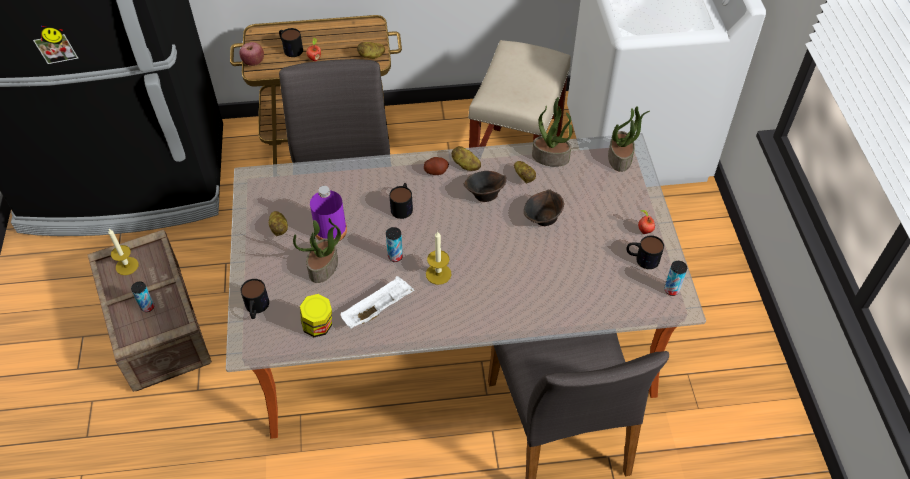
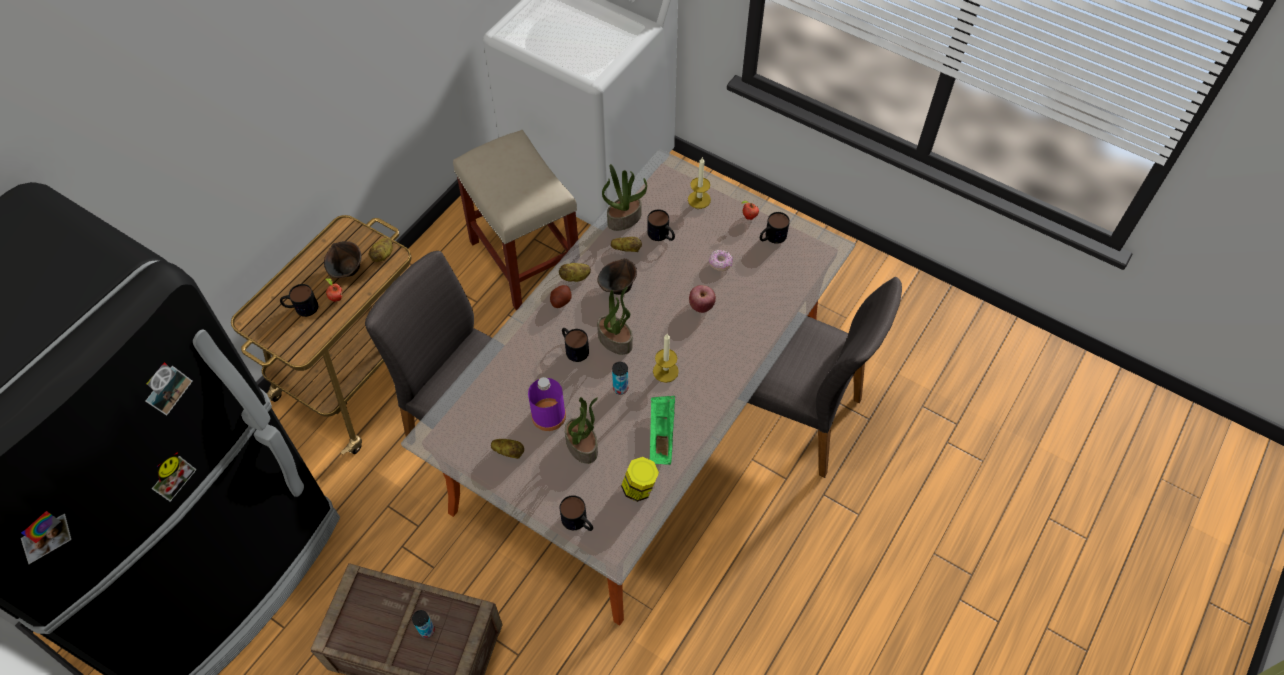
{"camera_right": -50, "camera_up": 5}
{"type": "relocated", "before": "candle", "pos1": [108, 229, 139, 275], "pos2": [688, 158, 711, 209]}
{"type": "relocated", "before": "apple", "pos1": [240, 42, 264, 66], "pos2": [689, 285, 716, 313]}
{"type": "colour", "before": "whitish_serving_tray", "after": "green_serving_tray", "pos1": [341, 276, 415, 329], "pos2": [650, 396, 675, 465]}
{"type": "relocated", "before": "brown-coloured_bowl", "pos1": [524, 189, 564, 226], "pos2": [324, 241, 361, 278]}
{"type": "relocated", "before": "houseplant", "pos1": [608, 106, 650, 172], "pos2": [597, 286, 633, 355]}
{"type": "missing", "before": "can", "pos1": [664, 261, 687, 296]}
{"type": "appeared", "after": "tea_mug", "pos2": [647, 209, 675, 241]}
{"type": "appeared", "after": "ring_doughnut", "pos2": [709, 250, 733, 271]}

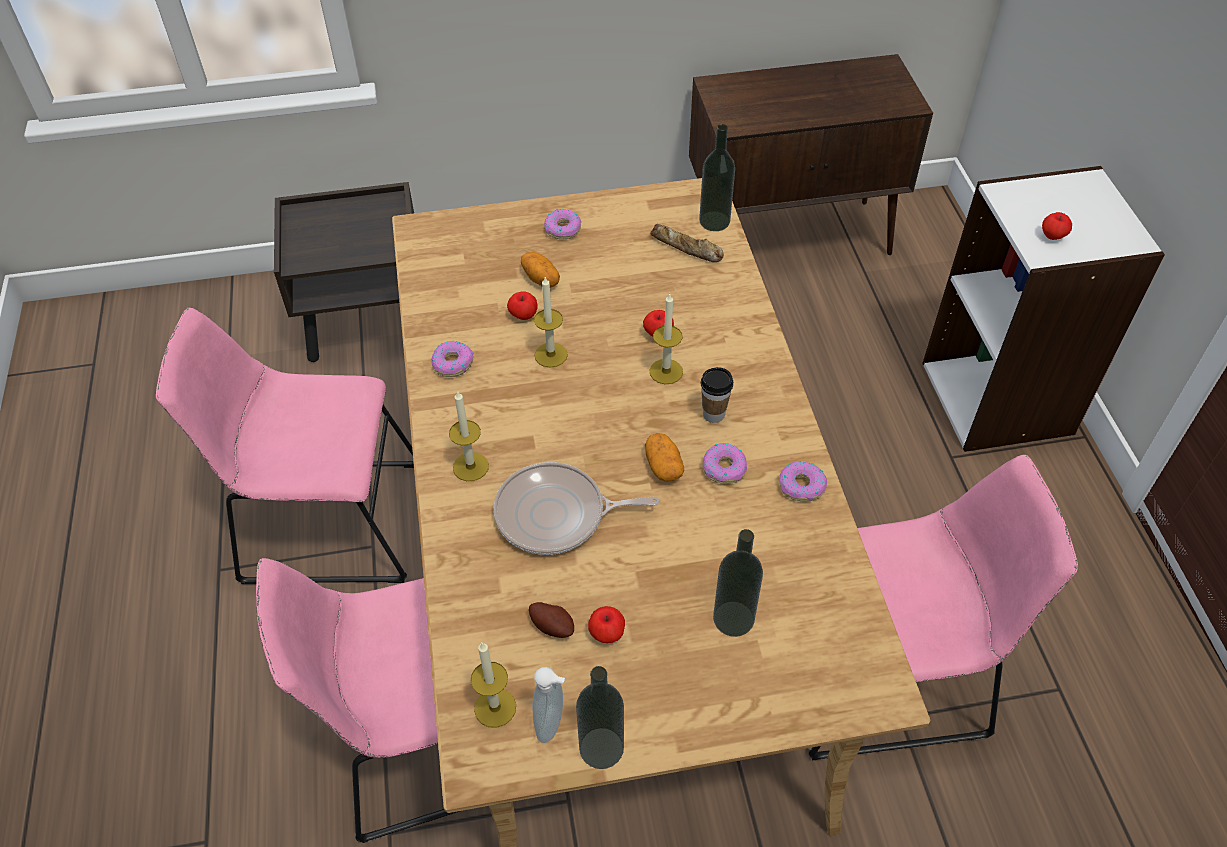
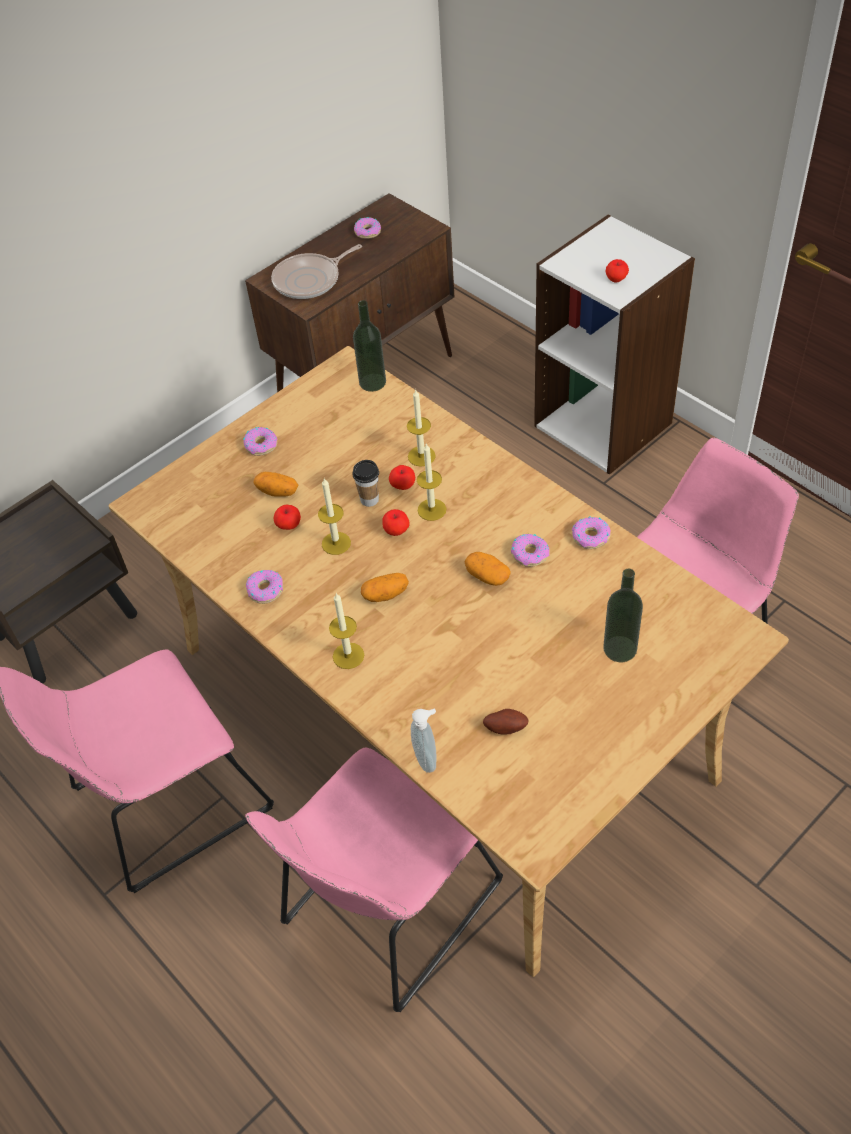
{"camera_right": -30, "camera_up": 0}
{"type": "relocated", "before": "candle", "pos1": [471, 643, 516, 728], "pos2": [407, 389, 436, 467]}
{"type": "relocated", "before": "skillet", "pos1": [494, 462, 659, 555], "pos2": [271, 244, 362, 299]}
{"type": "relocated", "before": "soap_dispenser", "pos1": [532, 667, 565, 743], "pos2": [411, 709, 437, 773]}
{"type": "missing", "before": "bottle", "pos1": [576, 666, 624, 769]}
{"type": "relocated", "before": "apple", "pos1": [588, 606, 625, 643], "pos2": [382, 509, 409, 536]}
{"type": "missing", "before": "baked_bread", "pos1": [650, 224, 724, 262]}
{"type": "relocated", "before": "small_cup", "pos1": [701, 367, 733, 423], "pos2": [353, 460, 379, 507]}
{"type": "appeared", "after": "ring_doughnut", "pos2": [354, 217, 381, 239]}
{"type": "appeared", "after": "potato", "pos2": [361, 573, 409, 602]}

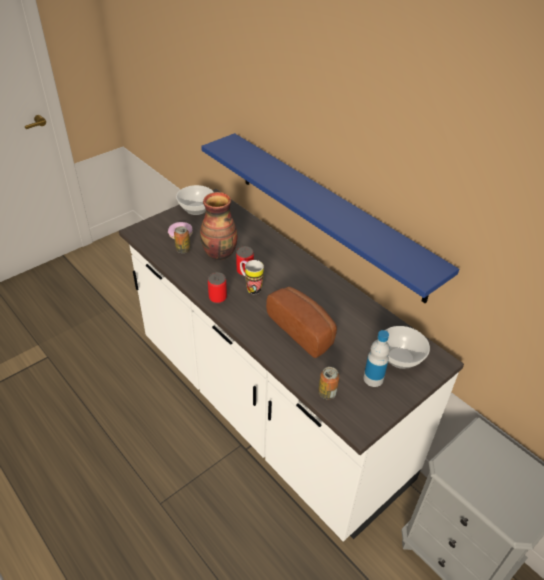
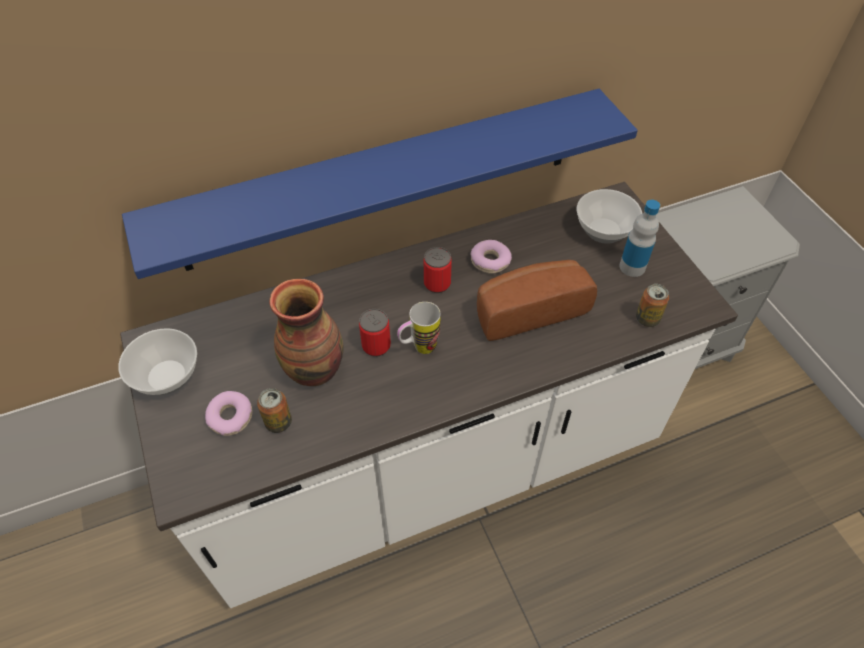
{"camera_right": -70, "camera_up": 10}
{"type": "relocated", "before": "can", "pos1": [208, 272, 227, 304], "pos2": [424, 247, 452, 293]}
{"type": "appeared", "after": "ring_doughnut", "pos2": [471, 240, 512, 274]}

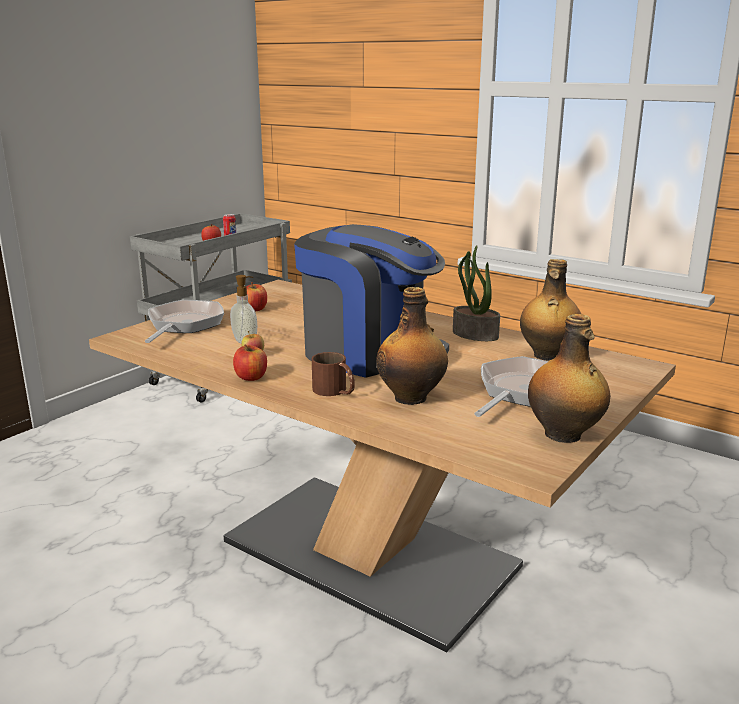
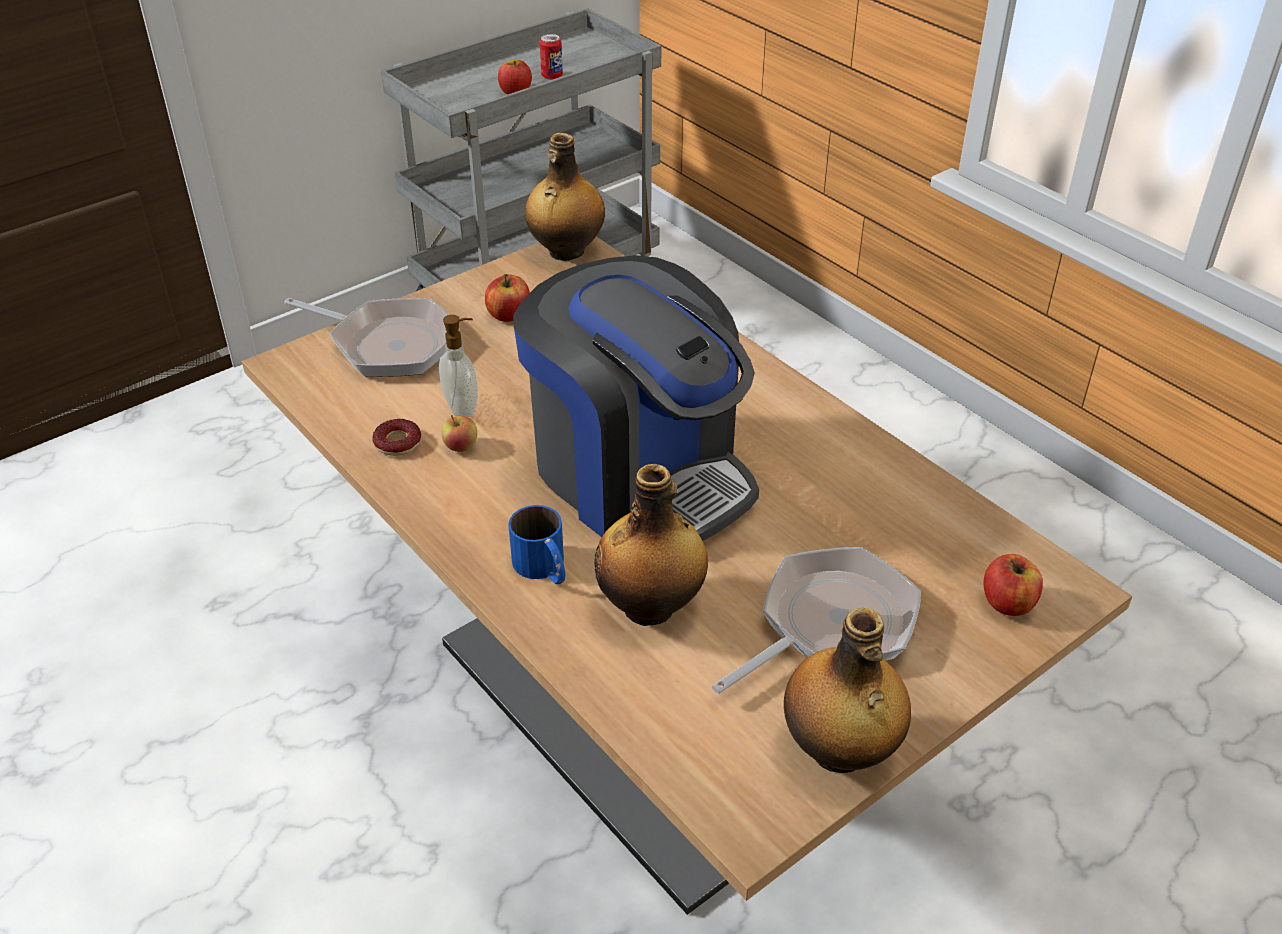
{"camera_right": 15, "camera_up": 20}
{"type": "spun", "before": "skillet", "pos1": [145, 300, 224, 343], "pos2": [285, 298, 448, 377], "turn": 90}
{"type": "relocated", "before": "apple", "pos1": [233, 344, 267, 381], "pos2": [984, 554, 1043, 616]}
{"type": "colour", "before": "brown-coloured_tea_mug", "after": "blue_tea_mug", "pos1": [312, 352, 355, 396], "pos2": [508, 505, 565, 584]}
{"type": "missing", "before": "houseplant", "pos1": [453, 245, 500, 341]}
{"type": "relocated", "before": "bottle", "pos1": [520, 259, 581, 361], "pos2": [525, 133, 605, 261]}
{"type": "appeared", "after": "ring_doughnut", "pos2": [372, 419, 421, 456]}

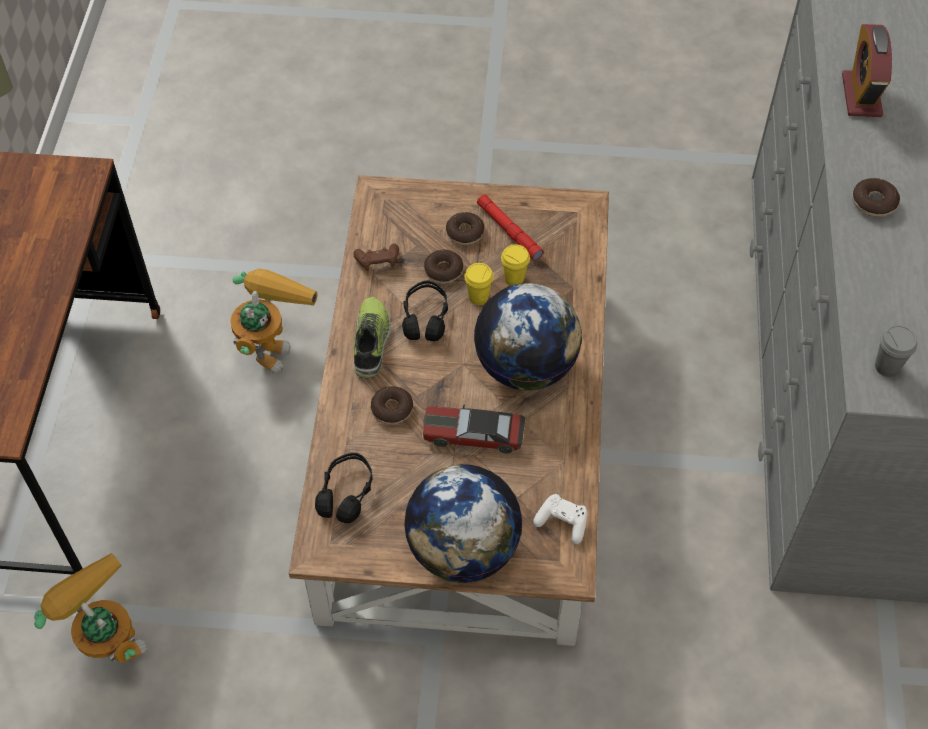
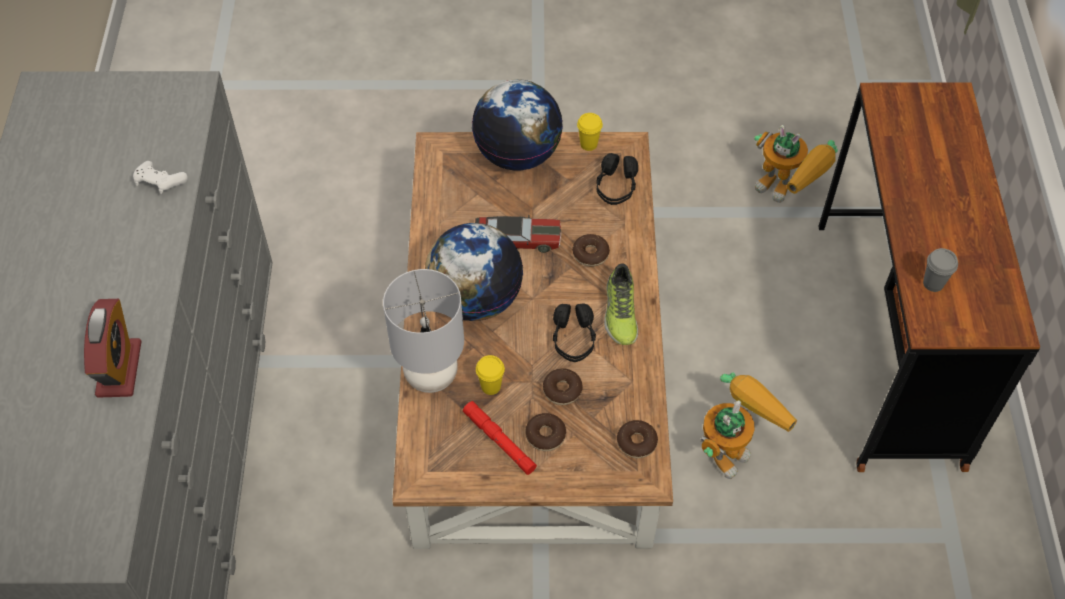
{"camera_right": 175, "camera_up": 0}
{"type": "spun", "before": "robot_figure", "pos1": [230, 269, 317, 374], "pos2": [700, 372, 797, 479], "turn": -150}
{"type": "missing", "before": "brown-coloured_gamepad", "pos1": [353, 243, 399, 271]}
{"type": "relocated", "before": "yellowish_small_cup", "pos1": [464, 263, 494, 305], "pos2": [577, 113, 603, 151]}
{"type": "relocated", "before": "whitish_gamepad", "pos1": [533, 494, 587, 544], "pos2": [133, 161, 188, 194]}
{"type": "relocated", "before": "ring_doughnut", "pos1": [852, 178, 900, 217], "pos2": [617, 420, 658, 458]}
{"type": "relocated", "before": "grey_small_cup", "pos1": [875, 325, 917, 377], "pos2": [923, 248, 958, 292]}
{"type": "appeared", "after": "grey_tabletop_lamp", "pos2": [383, 269, 464, 393]}

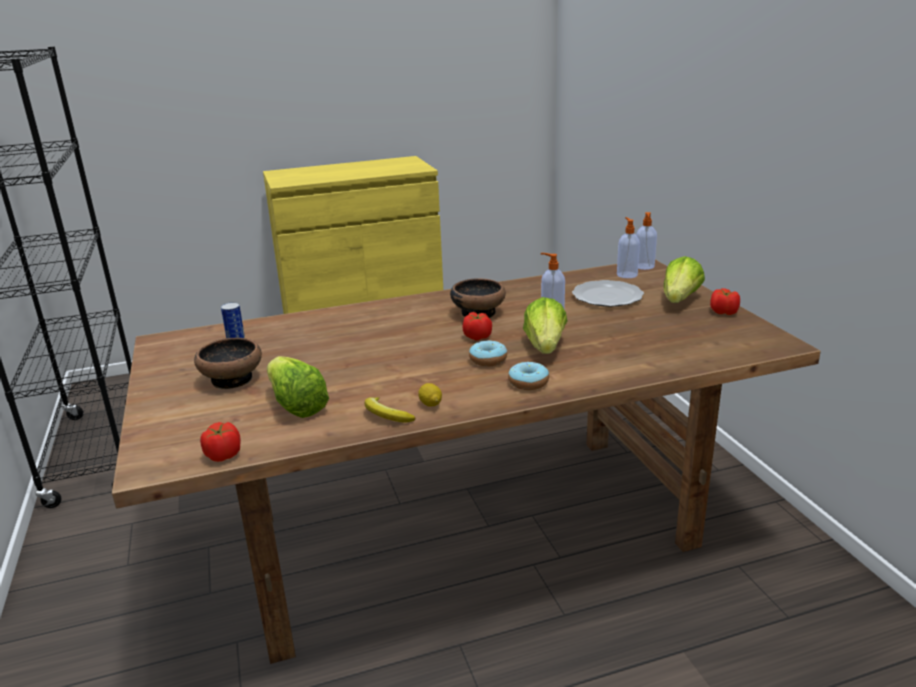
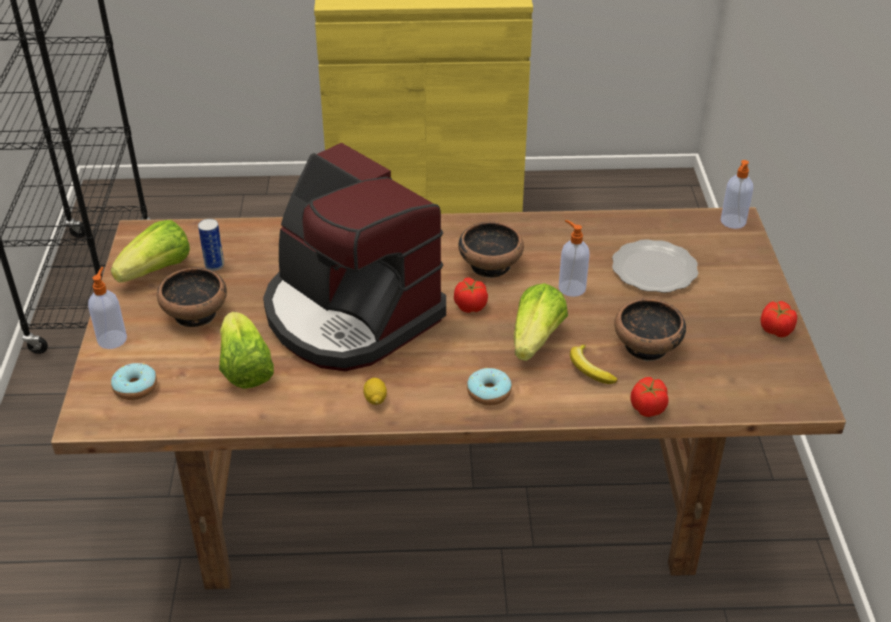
{"camera_right": 15, "camera_up": 15}
{"type": "relocated", "before": "fresh_tomato", "pos1": [200, 422, 241, 462], "pos2": [631, 377, 669, 417]}
{"type": "relocated", "before": "whole_banana", "pos1": [365, 397, 416, 423], "pos2": [570, 344, 617, 384]}
{"type": "relocated", "before": "ring_doughnut", "pos1": [469, 340, 507, 367], "pos2": [111, 363, 157, 400]}
{"type": "relocated", "before": "soap_dispenser", "pos1": [617, 217, 640, 278], "pos2": [88, 267, 127, 349]}
{"type": "relocated", "before": "head_of_lettuce", "pos1": [664, 256, 705, 303], "pos2": [111, 220, 190, 283]}
{"type": "appeared", "after": "coffee_machine", "pos2": [263, 143, 446, 371]}
{"type": "appeared", "after": "bowl", "pos2": [614, 299, 686, 361]}

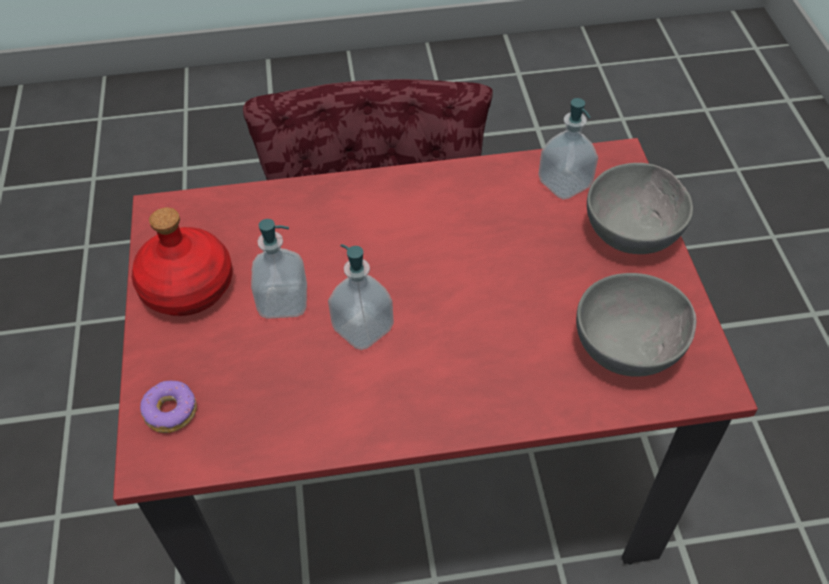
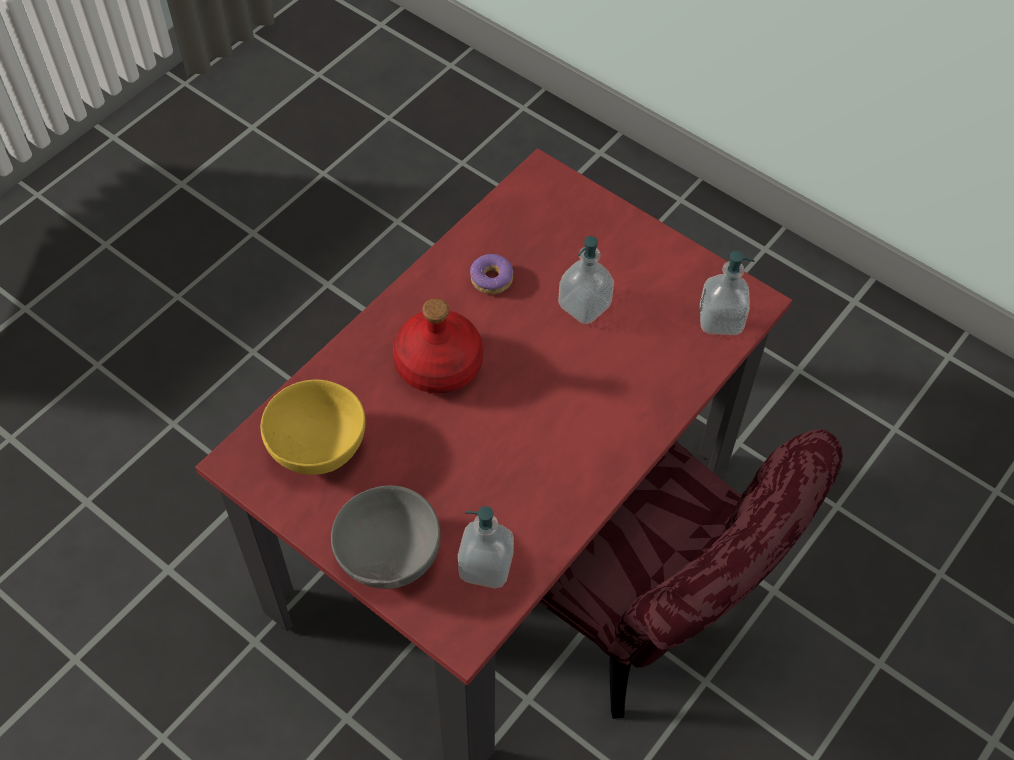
{"camera_right": 135, "camera_up": 5}
{"type": "relocated", "before": "red_bottle", "pos1": [132, 207, 232, 316], "pos2": [393, 298, 484, 394]}
{"type": "relocated", "before": "ring_doughnut", "pos1": [140, 381, 197, 433], "pos2": [470, 254, 513, 294]}
{"type": "relocated", "before": "soap_dispenser", "pos1": [328, 244, 394, 350], "pos2": [700, 251, 754, 335]}
{"type": "colour", "before": "grey_bowl", "after": "yellowish_bowl", "pos1": [576, 273, 696, 377], "pos2": [260, 380, 366, 475]}

